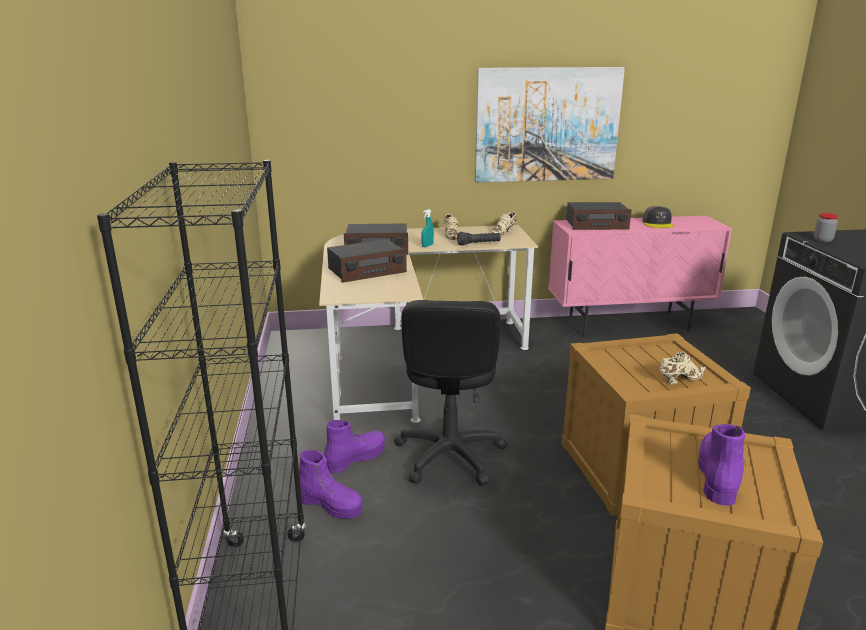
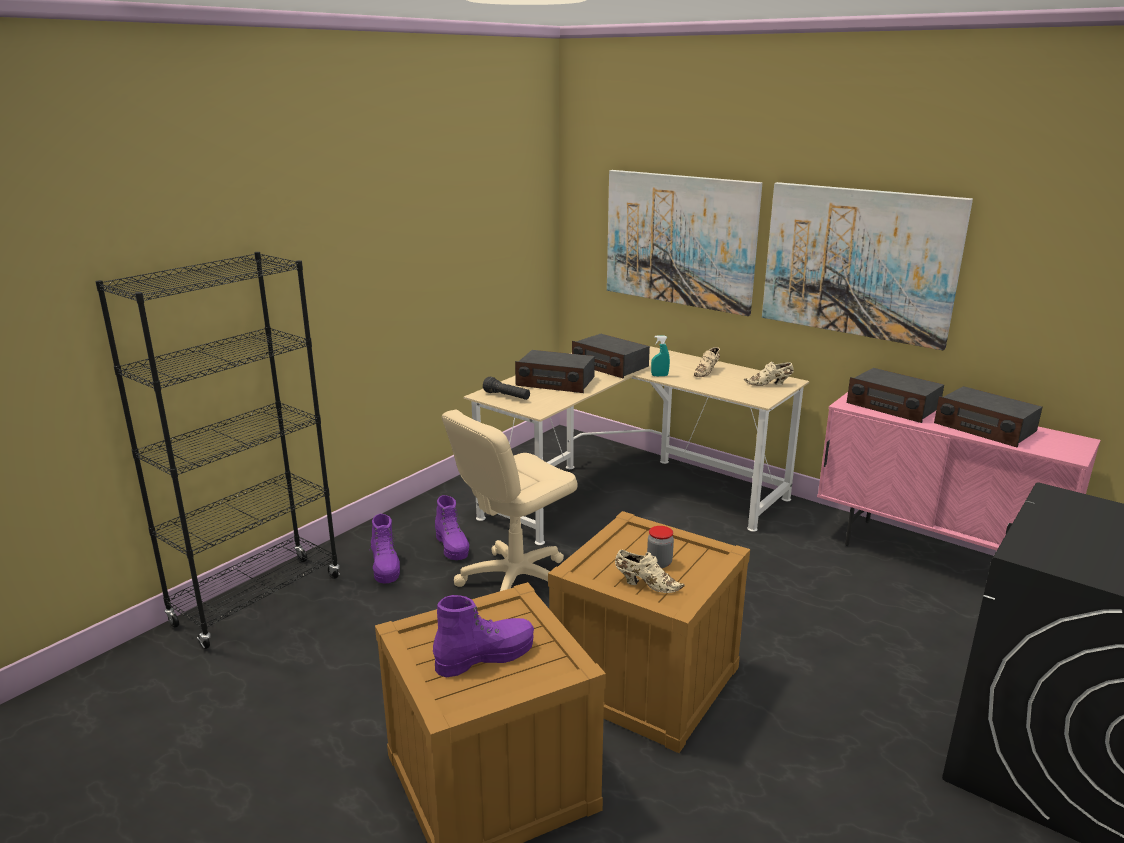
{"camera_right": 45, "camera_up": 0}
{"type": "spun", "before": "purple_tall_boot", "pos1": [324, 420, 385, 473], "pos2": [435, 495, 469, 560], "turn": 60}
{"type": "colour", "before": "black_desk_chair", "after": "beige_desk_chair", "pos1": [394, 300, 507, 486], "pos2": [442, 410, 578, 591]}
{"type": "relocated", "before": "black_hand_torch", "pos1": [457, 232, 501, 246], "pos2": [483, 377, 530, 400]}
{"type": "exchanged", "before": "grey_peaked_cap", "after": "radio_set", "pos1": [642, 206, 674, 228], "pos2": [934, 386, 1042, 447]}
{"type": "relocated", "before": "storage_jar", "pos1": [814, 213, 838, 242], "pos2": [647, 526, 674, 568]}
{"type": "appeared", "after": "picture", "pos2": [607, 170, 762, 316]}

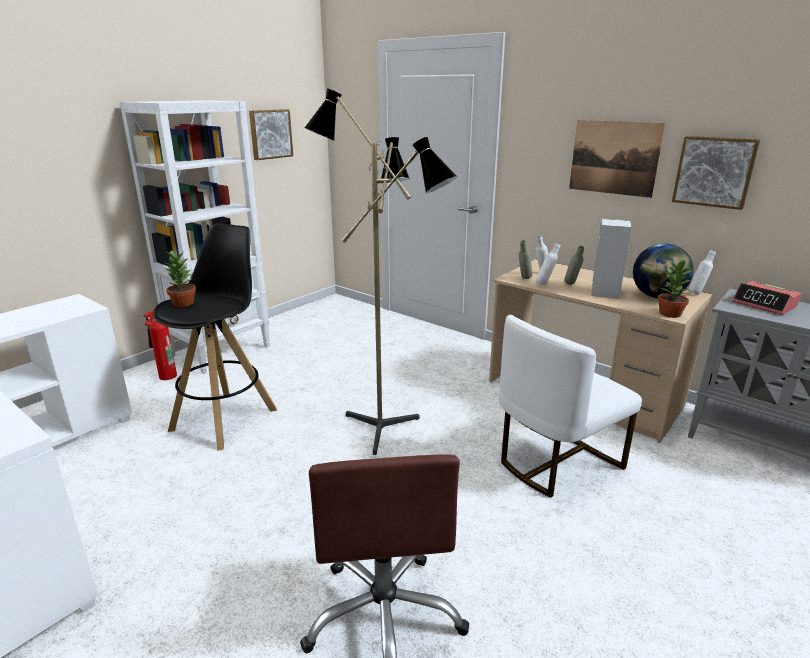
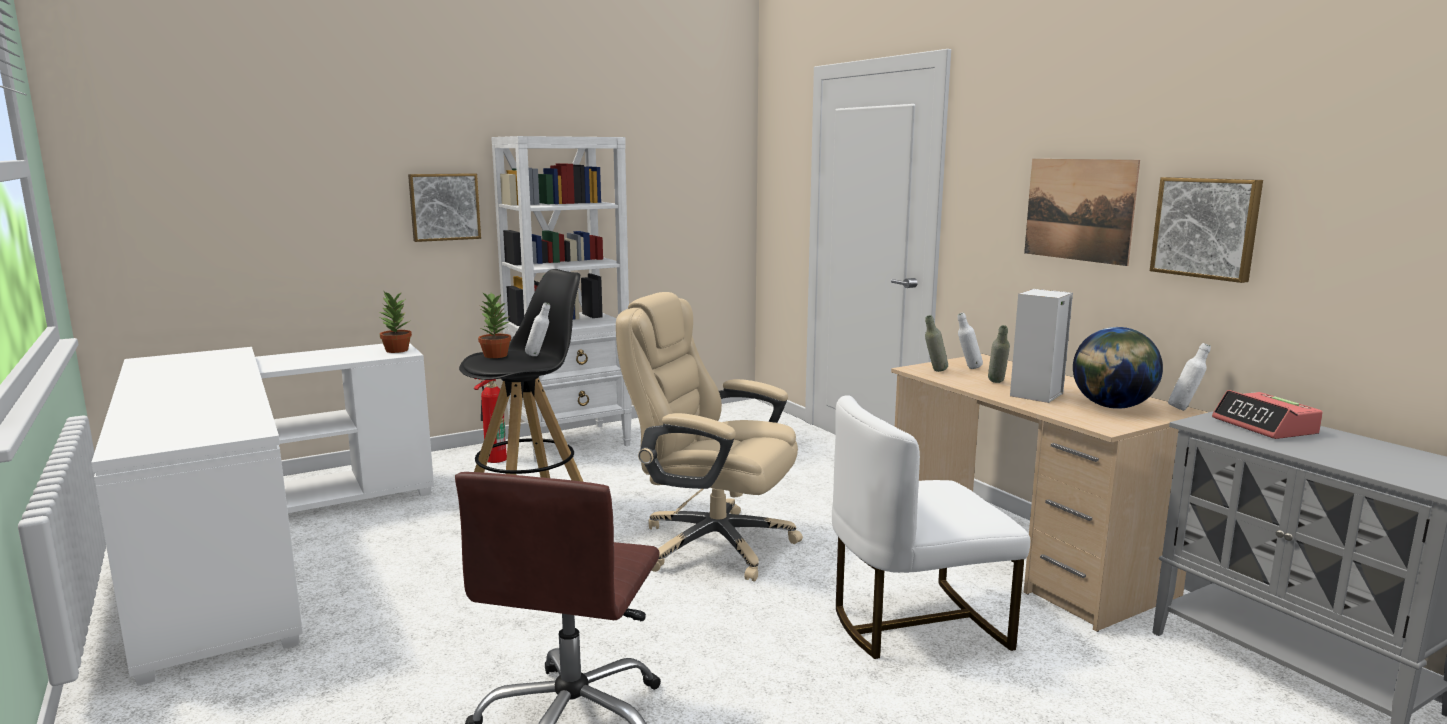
{"camera_right": 20, "camera_up": -10}
{"type": "relocated", "before": "picture", "pos1": [249, 109, 293, 160], "pos2": [408, 173, 481, 242]}
{"type": "exchanged", "before": "floor_lamp", "after": "beige_desk_chair", "pos1": [305, 88, 457, 455], "pos2": [616, 292, 803, 581]}
{"type": "relocated", "before": "whitish_bottle", "pos1": [536, 243, 560, 285], "pos2": [525, 302, 550, 356]}
{"type": "relocated", "before": "houseplant", "pos1": [657, 258, 692, 318], "pos2": [380, 291, 412, 353]}

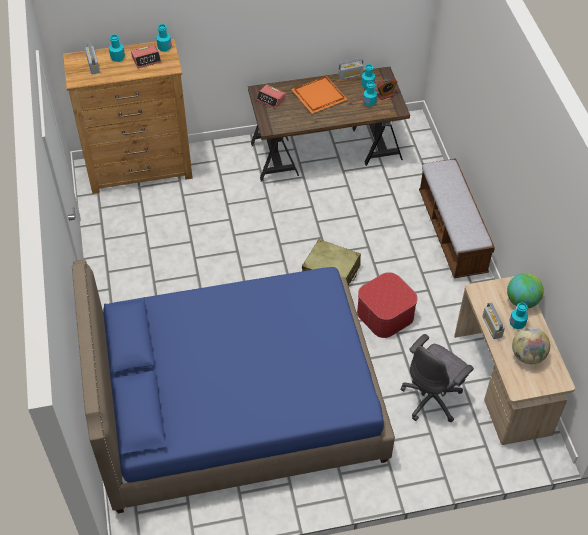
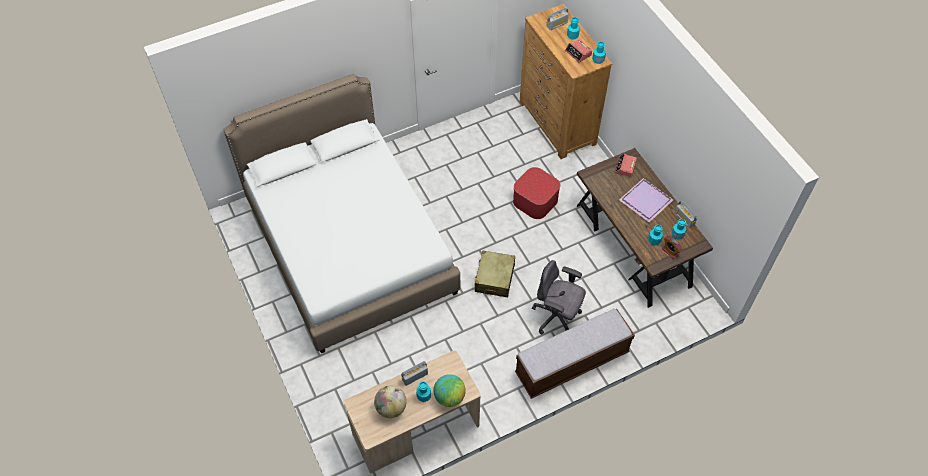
{"camera_right": 75, "camera_up": 5}
{"type": "colour", "before": "blue_bed", "after": "whitish_bed", "pos1": [72, 259, 395, 513], "pos2": [223, 74, 460, 353]}
{"type": "colour", "before": "orange-coloured_serving_tray", "after": "purple_serving_tray", "pos1": [291, 76, 348, 114], "pos2": [619, 178, 673, 222]}
{"type": "relocated", "before": "pouffe", "pos1": [357, 272, 418, 338], "pos2": [513, 167, 560, 219]}
{"type": "relocated", "before": "grey_desk_chair", "pos1": [400, 334, 474, 422], "pos2": [532, 260, 586, 335]}

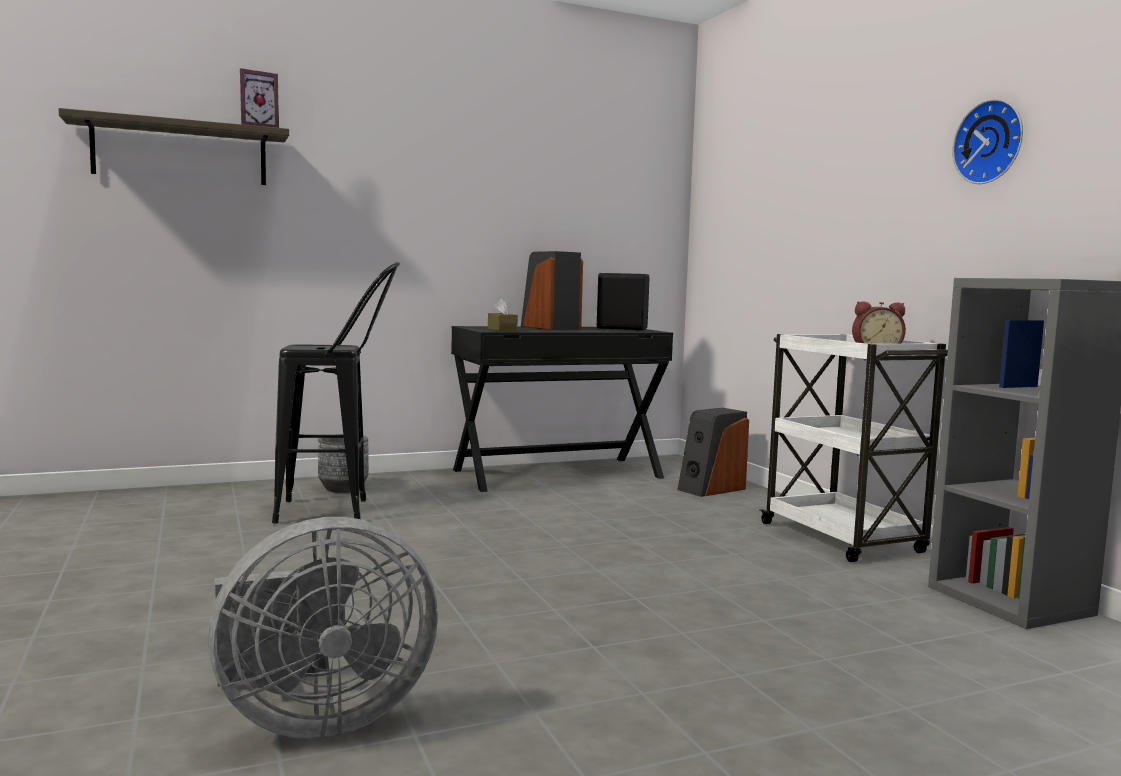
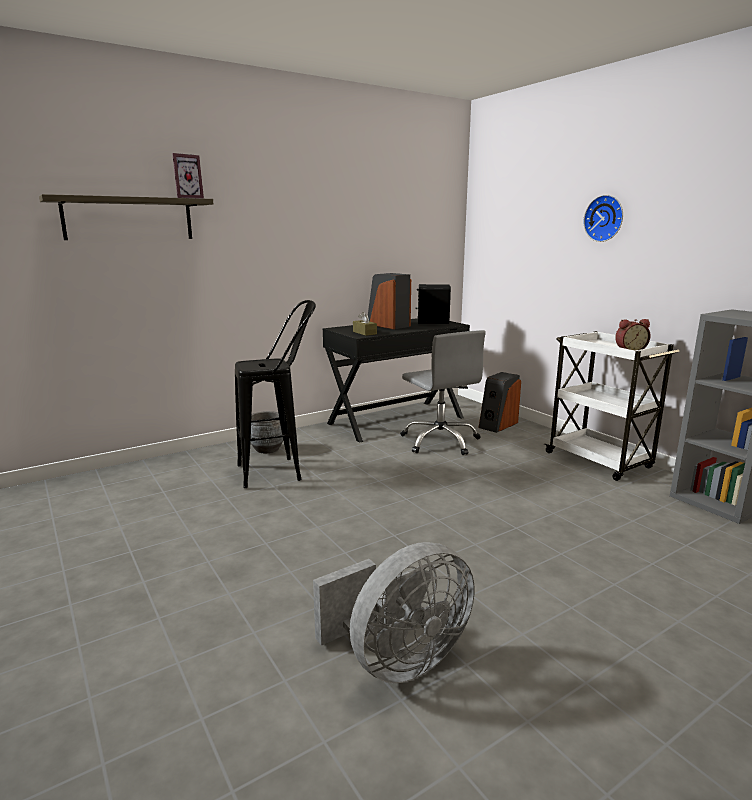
{"camera_right": -10, "camera_up": 10}
{"type": "relocated", "before": "wall_clock", "pos1": [952, 99, 1023, 184], "pos2": [583, 195, 623, 242]}
{"type": "appeared", "after": "grey_desk_chair", "pos2": [400, 330, 486, 455]}

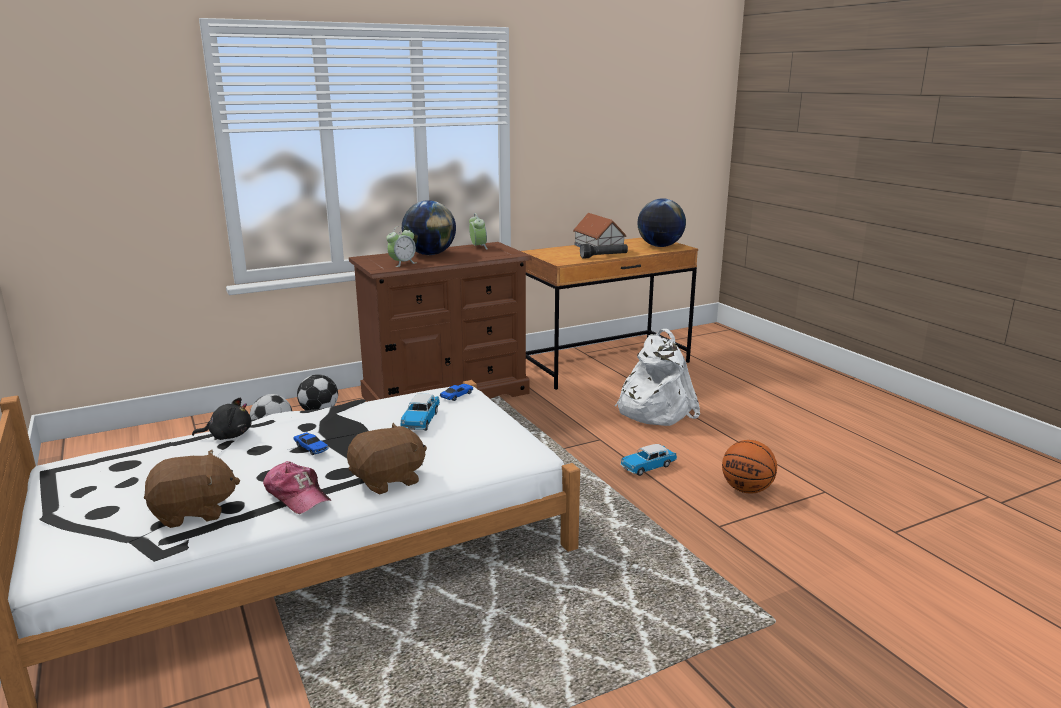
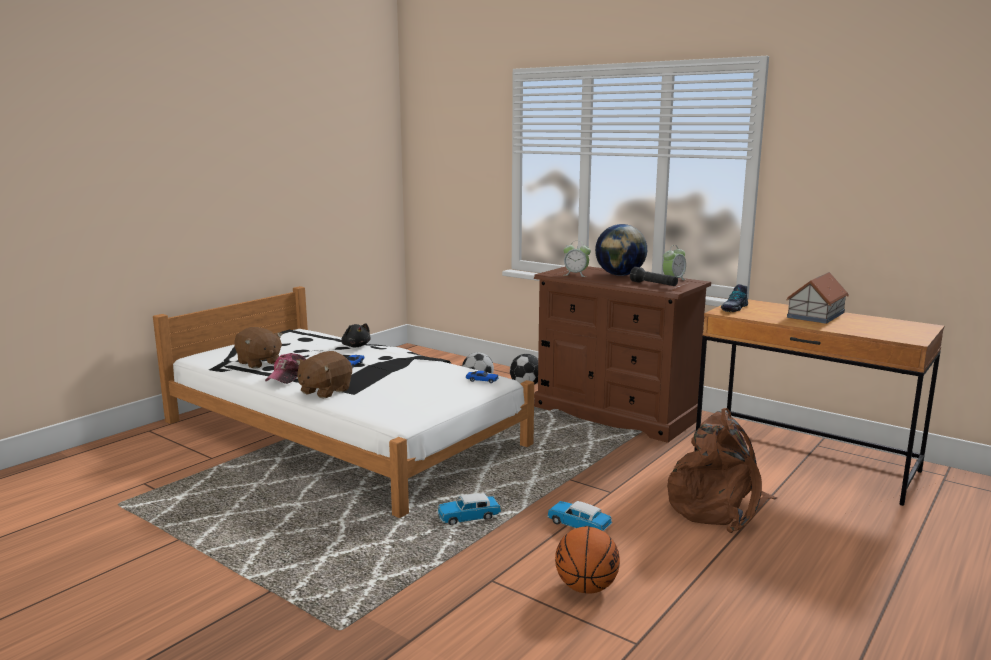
{"camera_right": 65, "camera_up": -5}
{"type": "spun", "before": "brown-coloured_soft_toy", "pos1": [347, 423, 427, 494], "pos2": [296, 351, 352, 399], "turn": 90}
{"type": "relocated", "before": "model_car", "pos1": [401, 393, 440, 431], "pos2": [437, 494, 501, 525]}
{"type": "relocated", "before": "black_hand_torch", "pos1": [580, 244, 628, 259], "pos2": [630, 267, 678, 286]}
{"type": "colour", "before": "whitish_rucksack", "after": "brown-coloured_rucksack", "pos1": [615, 329, 700, 426], "pos2": [667, 408, 777, 533]}
{"type": "missing", "before": "globe", "pos1": [637, 198, 686, 247]}
{"type": "appeared", "after": "shoe", "pos2": [721, 284, 748, 312]}

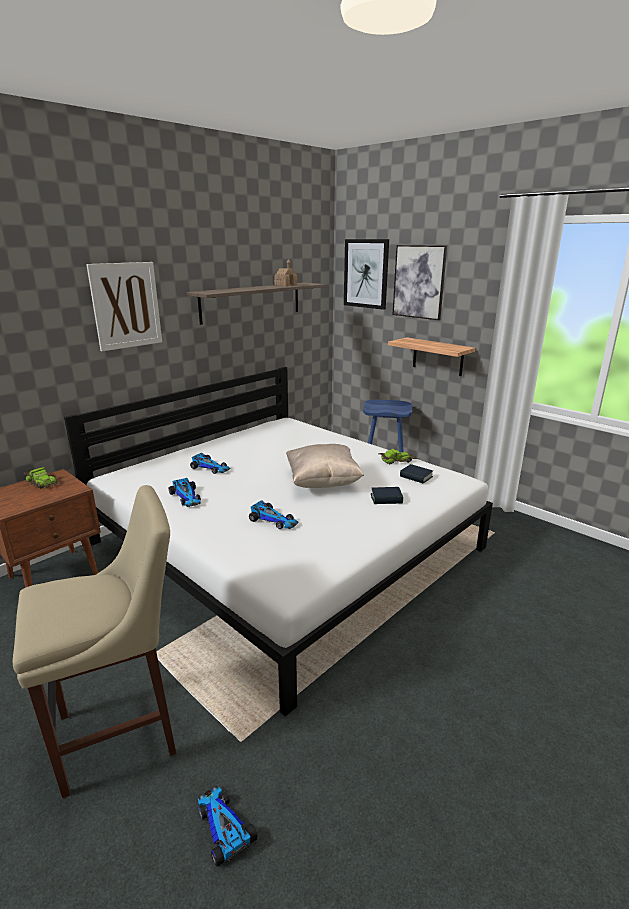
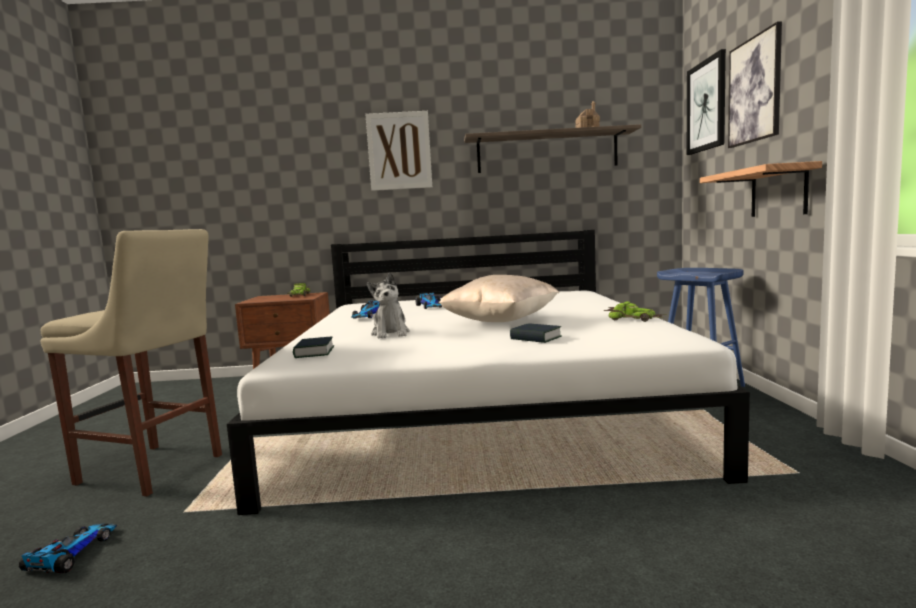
{"camera_right": 45, "camera_up": -15}
{"type": "exchanged", "before": "model_car", "after": "soft_toy", "pos1": [249, 500, 299, 529], "pos2": [367, 273, 410, 338]}
{"type": "relocated", "before": "volume", "pos1": [400, 464, 433, 484], "pos2": [293, 336, 334, 358]}

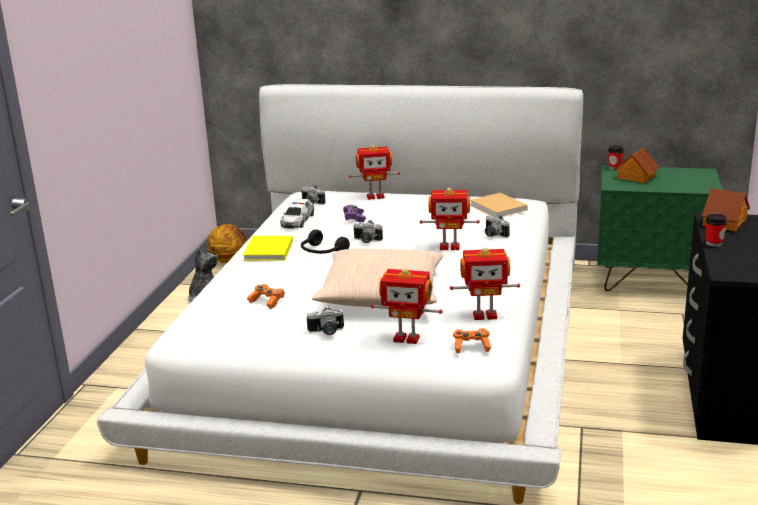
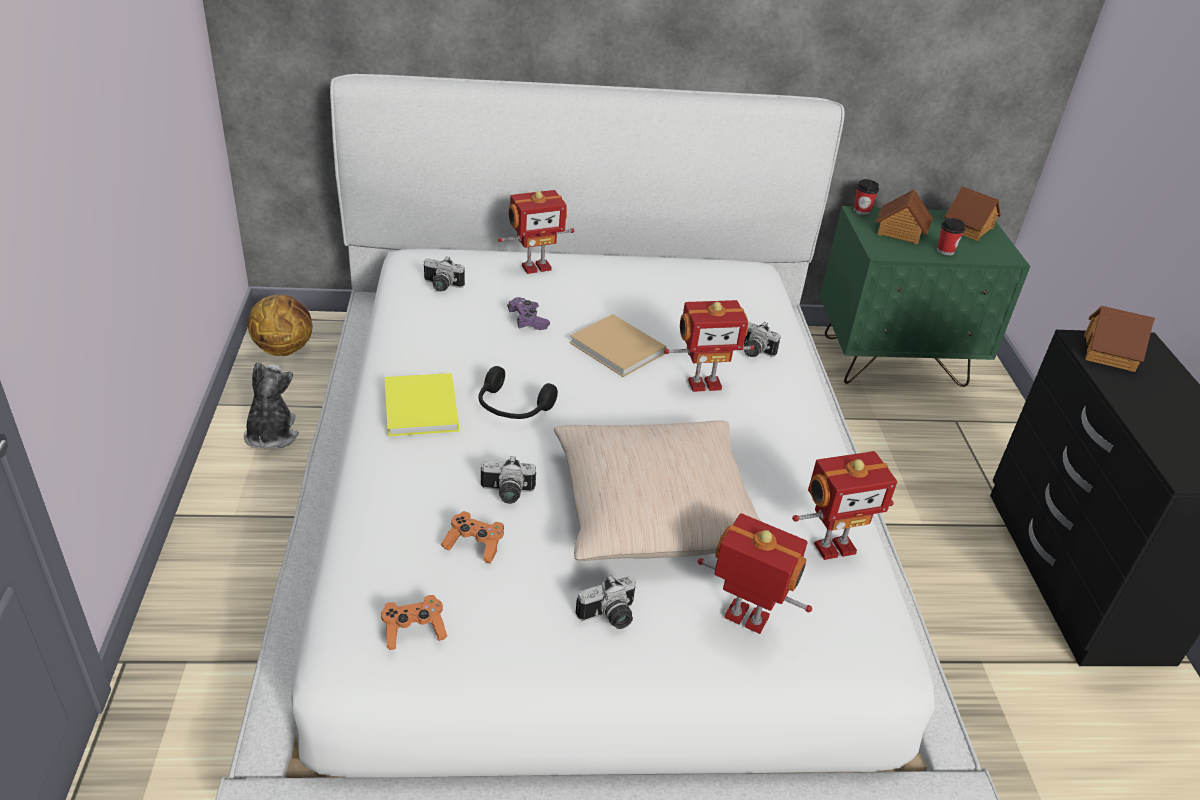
{"camera_right": -20, "camera_up": 15}
{"type": "missing", "before": "model_car", "pos1": [280, 199, 314, 229]}
{"type": "relocated", "before": "photo_camera", "pos1": [354, 220, 383, 243], "pos2": [481, 456, 536, 504]}
{"type": "spun", "before": "robot_figure", "pos1": [371, 268, 443, 344], "pos2": [698, 513, 812, 634], "turn": -150}
{"type": "relocated", "before": "orange-coloured_gamepad", "pos1": [453, 328, 491, 353], "pos2": [381, 595, 447, 650]}
{"type": "relocated", "before": "beige_volume", "pos1": [470, 193, 528, 217], "pos2": [570, 314, 667, 377]}
{"type": "relocated", "before": "small_cup", "pos1": [706, 214, 727, 247], "pos2": [937, 218, 965, 256]}
{"type": "appeared", "after": "miniature_house", "pos2": [944, 186, 1001, 241]}

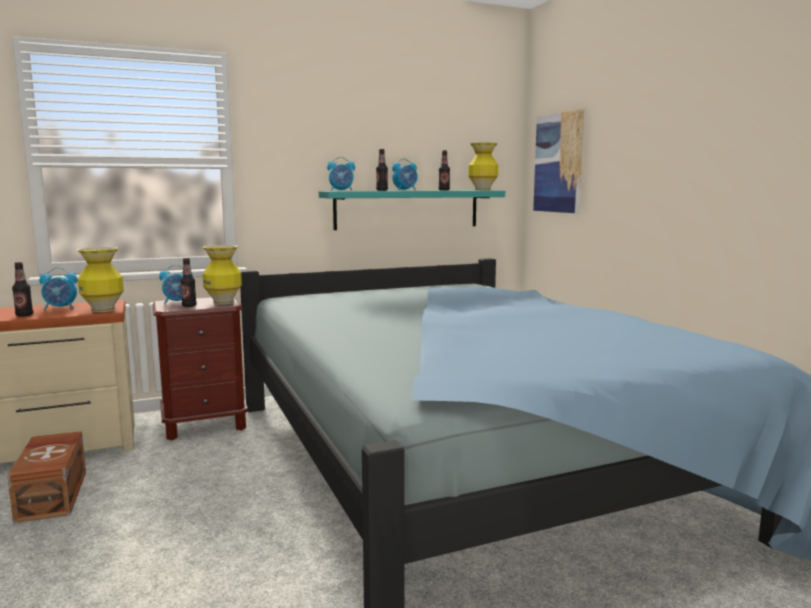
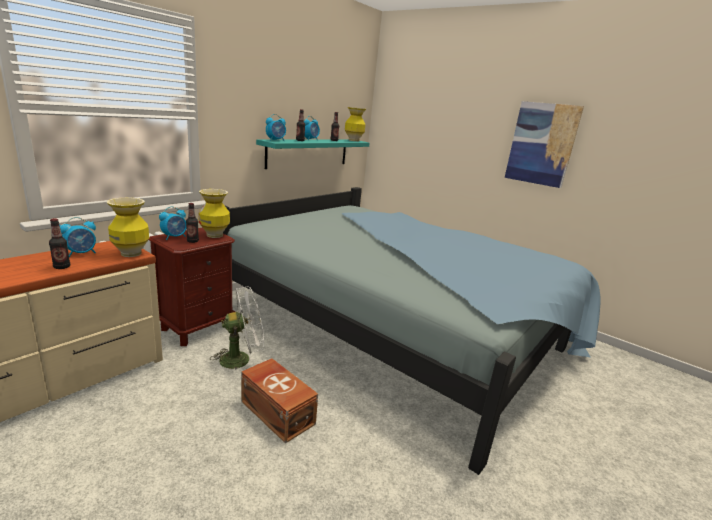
{"camera_right": -30, "camera_up": 10}
{"type": "relocated", "before": "brown-coloured_storage_box", "pos1": [7, 431, 86, 523], "pos2": [241, 358, 318, 443]}
{"type": "relocated", "before": "picture", "pos1": [533, 109, 584, 213], "pos2": [505, 101, 584, 188]}
{"type": "appeared", "after": "whitish_fan", "pos2": [210, 286, 264, 370]}

